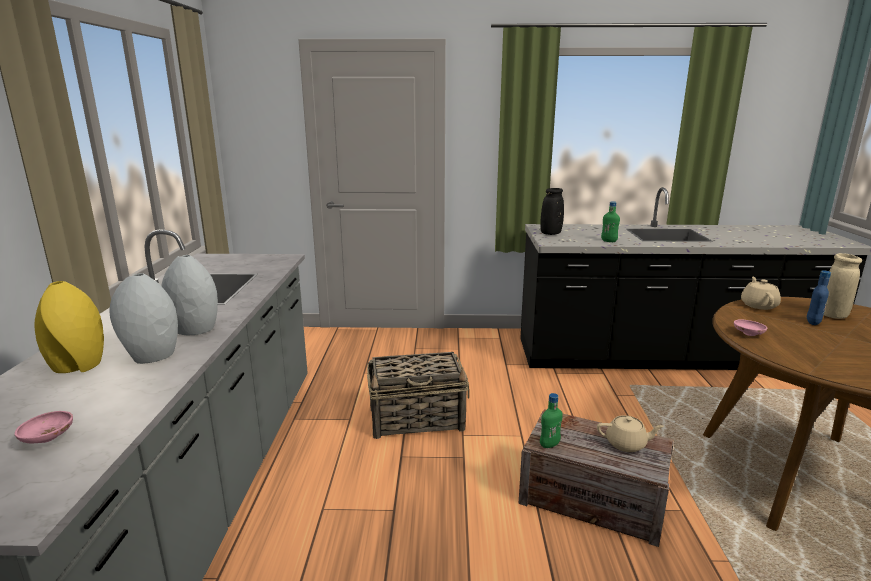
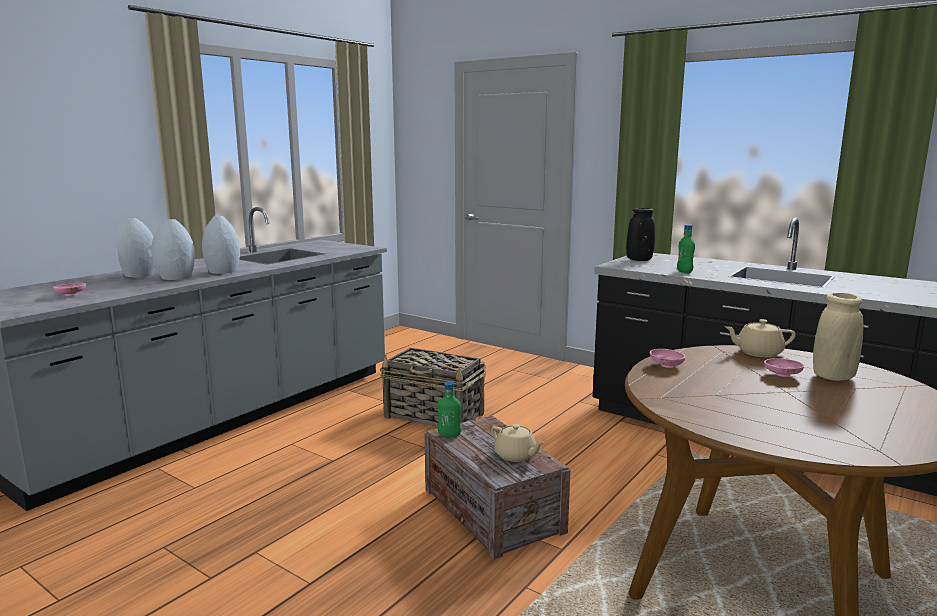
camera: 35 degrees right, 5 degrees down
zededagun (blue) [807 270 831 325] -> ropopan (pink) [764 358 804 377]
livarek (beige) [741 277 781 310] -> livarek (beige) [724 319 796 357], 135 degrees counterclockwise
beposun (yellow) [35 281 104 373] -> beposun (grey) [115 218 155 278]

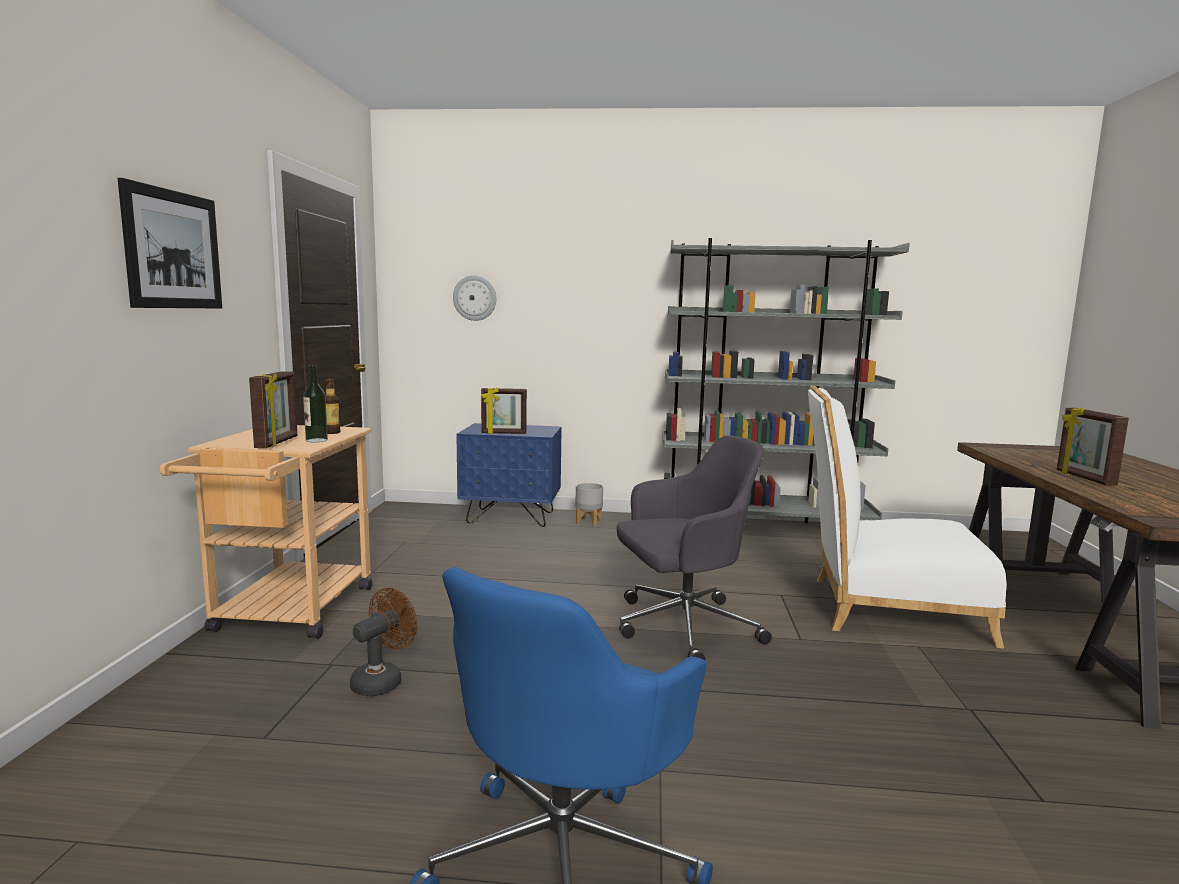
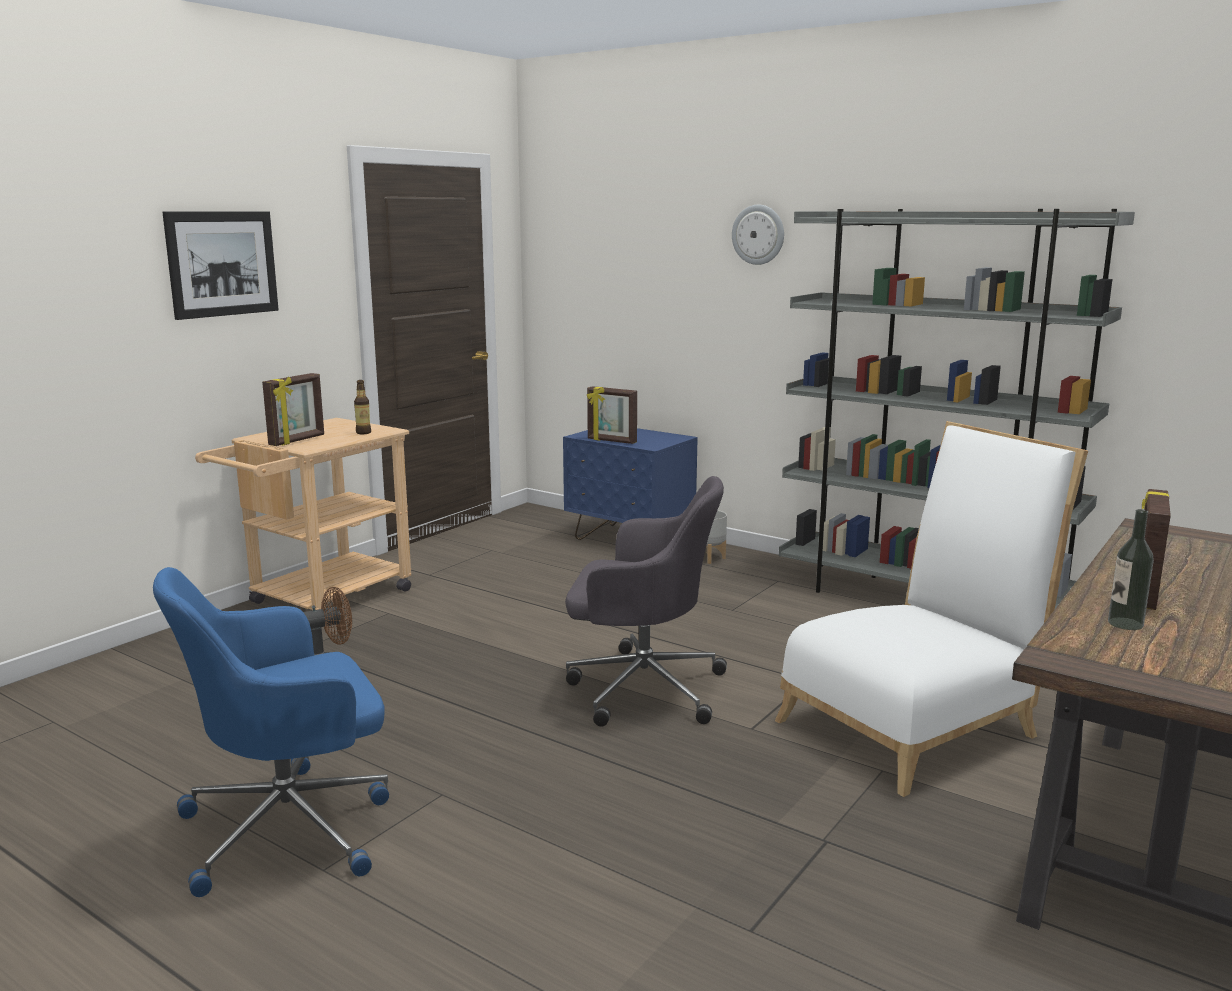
camera: 30 degrees right, 5 degrees up
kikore [453 275 496 321] -> kikore [732 205 784 265], shifted
zededagun [303 365 328 442] -> zededagun [1108 509 1154 630], shifted
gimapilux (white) [808 385 1006 648] -> gimapilux (white) [775 421 1088 797], 105 degrees clockwise

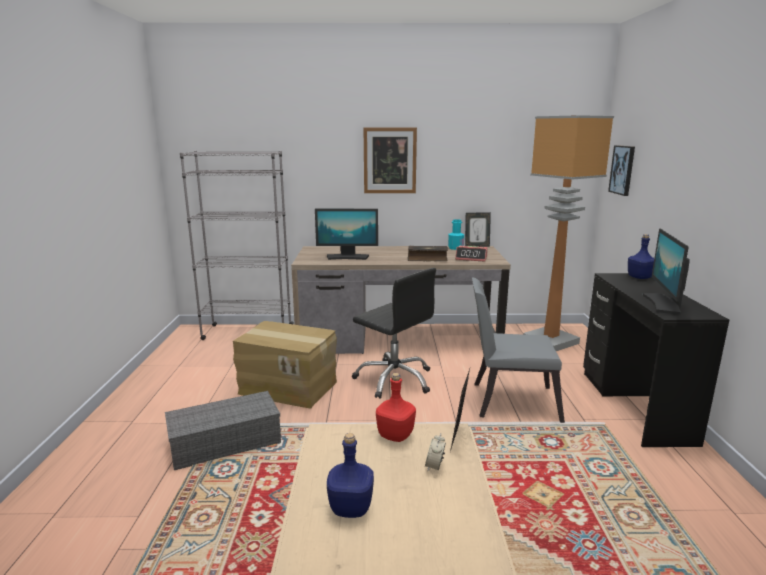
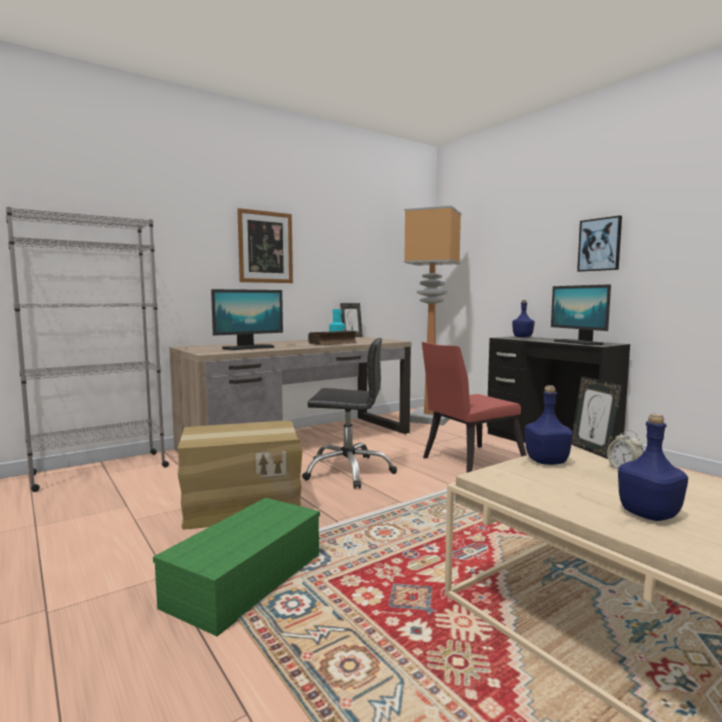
camera: 35 degrees left, 10 degrees down
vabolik [608 145 635 196] -> vabolik [577 216 622 272], shifted
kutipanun [455 246 488 262] -> none
gimapilux (grey) [472 278 565 423] -> gimapilux (red) [422 342 527 473]
zededagun (red) [376 373 416 442] -> zededagun (blue) [525 385 573 465]
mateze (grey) [165 391 281 470] -> mateze (green) [153 498 320 636]

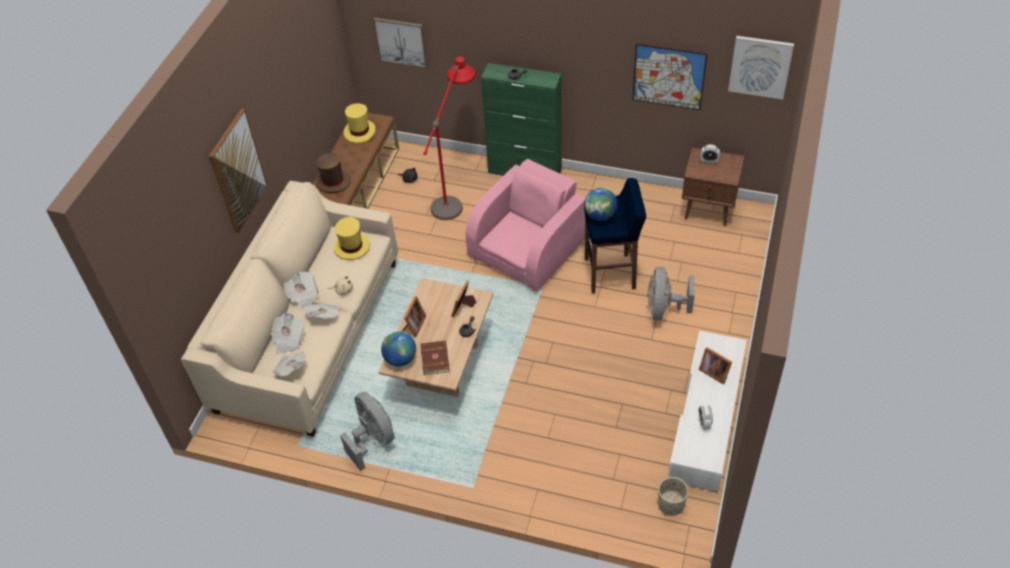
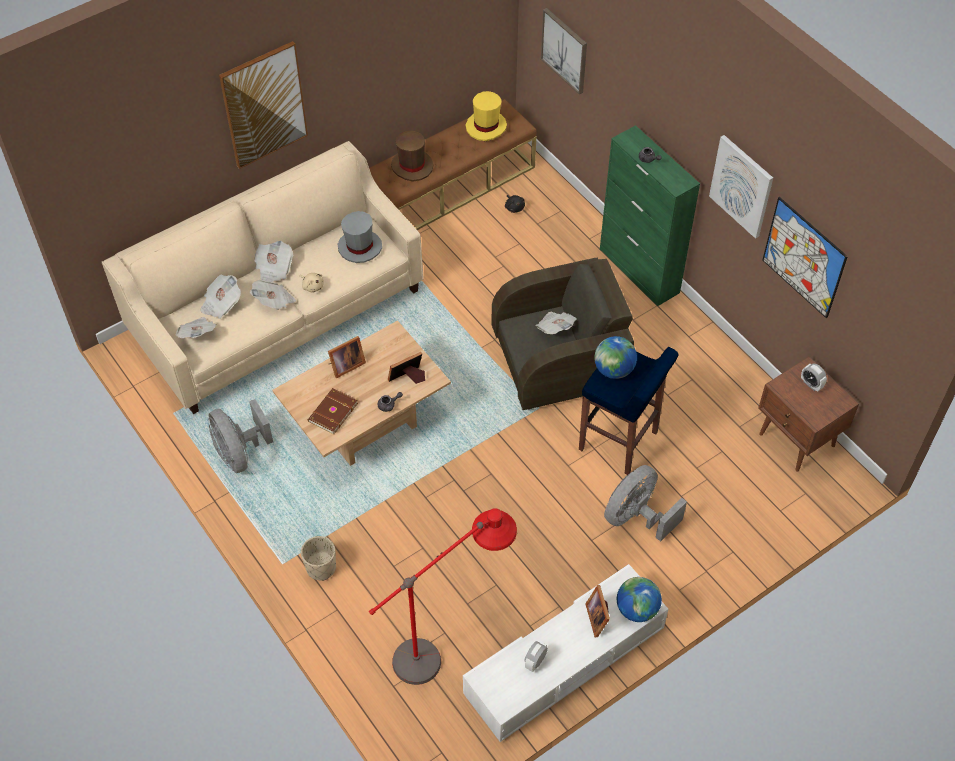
camera: 35 degrees right, 5 degrees up
vabolik [728 36 794 99] -> vabolik [709 135 773 239], shifted
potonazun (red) [423 56 476 220] -> potonazun (red) [369 508 517 685], shifted
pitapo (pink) [465 159 586 291] -> pitapo (brown) [492 257 634 410]
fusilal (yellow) [334 217 370 260] -> fusilal (grey) [338 211 382 263]
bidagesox [381 331 416 367] -> bidagesox [617 577 662 622], shifted
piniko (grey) [340 392 395 471] -> piniko (grey) [208 399 273 473], 150 degrees clockwise
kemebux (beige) [658 477 688 516] -> kemebux (beige) [301 536 336 581], shifted
none -> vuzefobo [535 312 577 334]

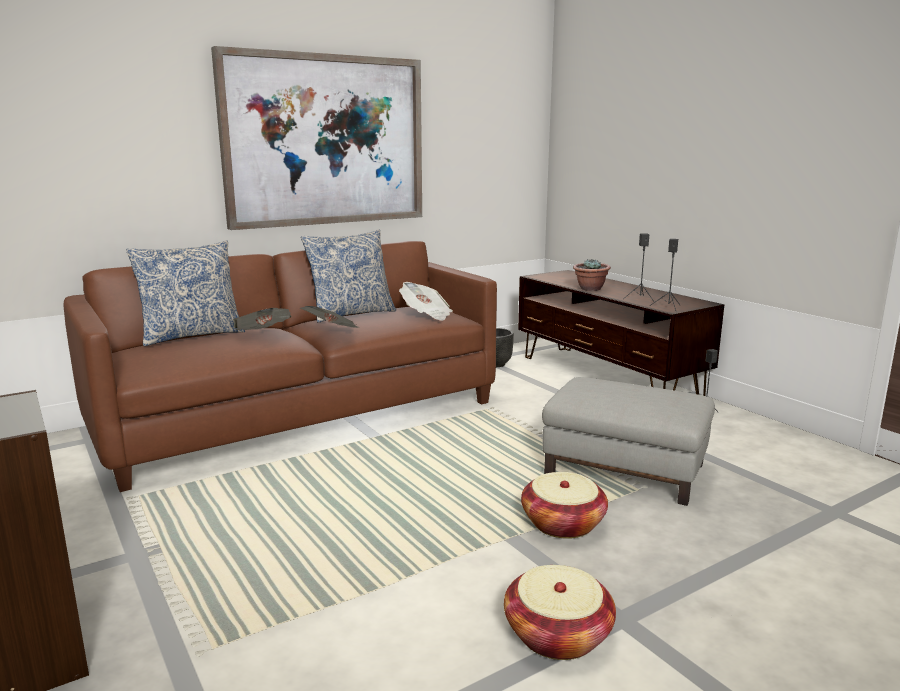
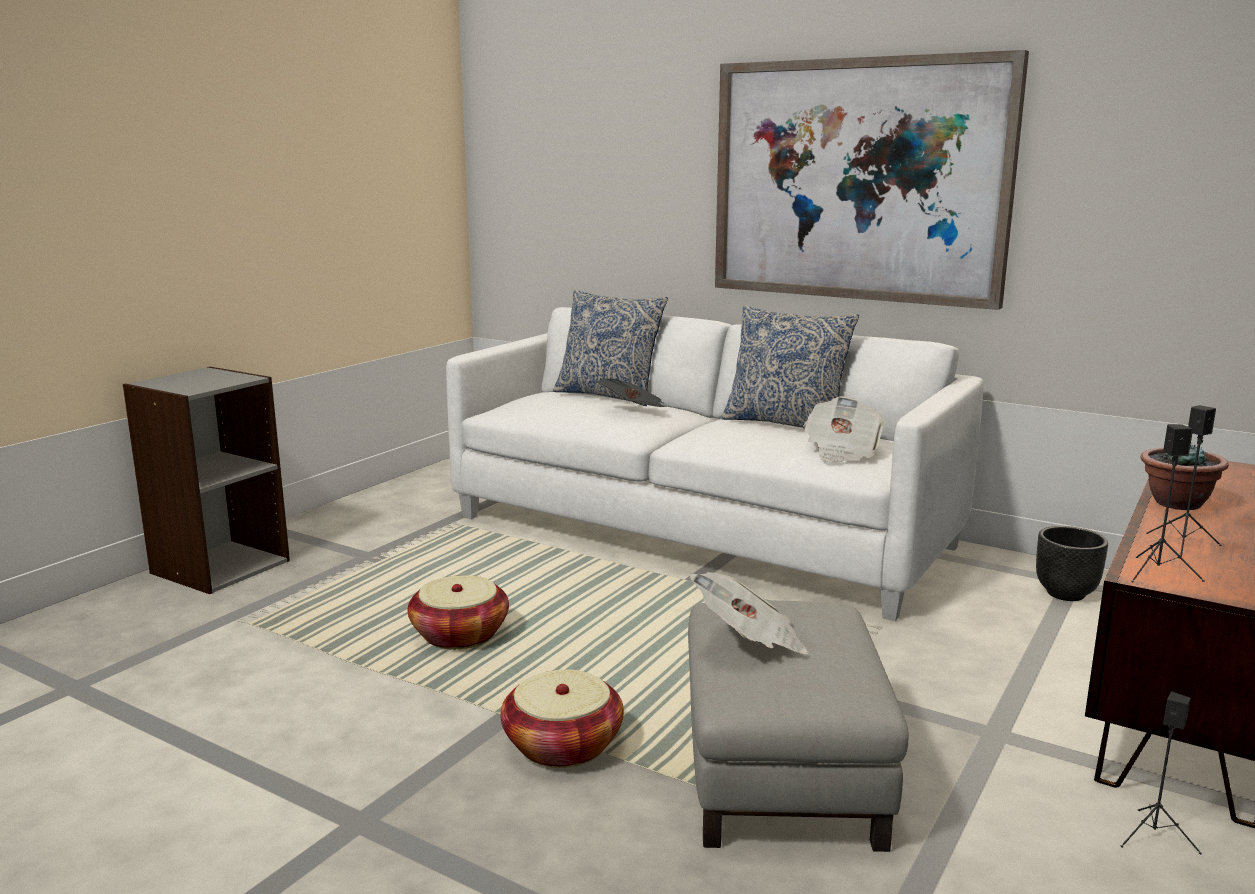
camera: 65 degrees right, 0 degrees up
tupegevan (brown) [63 241 497 492] -> tupegevan (white) [446 307 984 621]
vuzefobo [300 306 358 328] -> vuzefobo [690 572 809 654], shifted
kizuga [504 565 616 660] -> kizuga [408 575 509 650], shifted

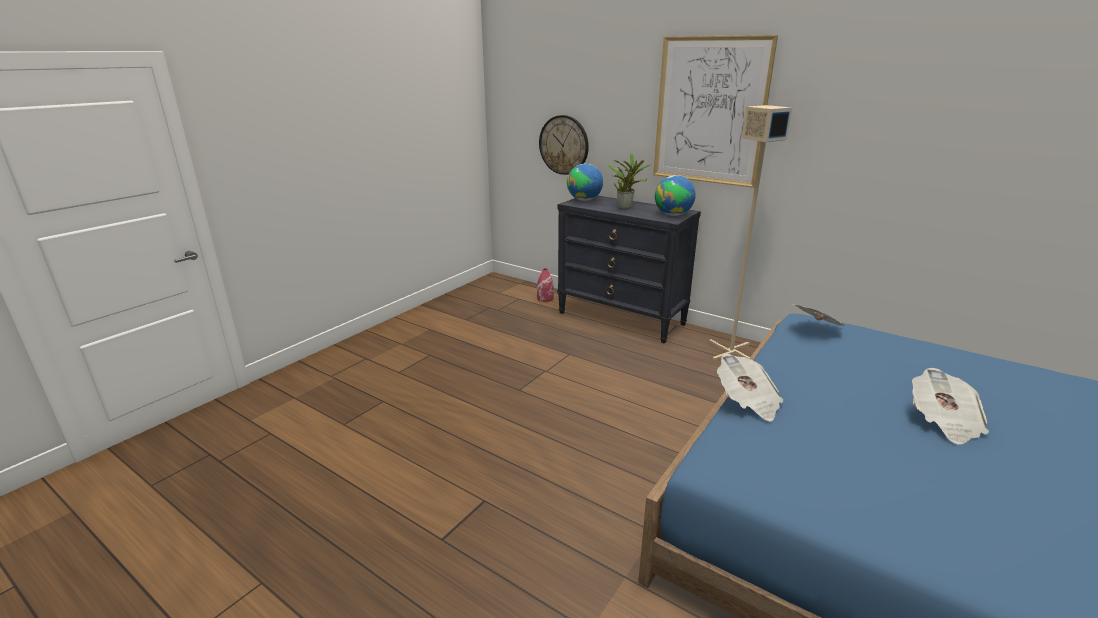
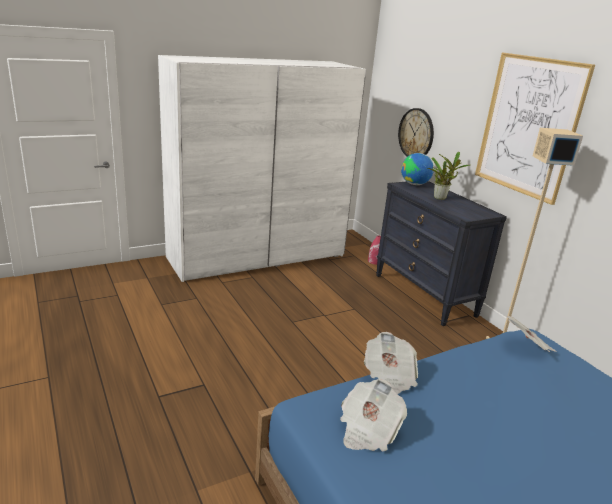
camera: 25 degrees right, 0 degrees up
bidagesox [655 175 696 216] -> none
vuzefobo [912 368 989 445] -> vuzefobo [340 379 407 452], shifted
none -> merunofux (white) [158 55 366 282]

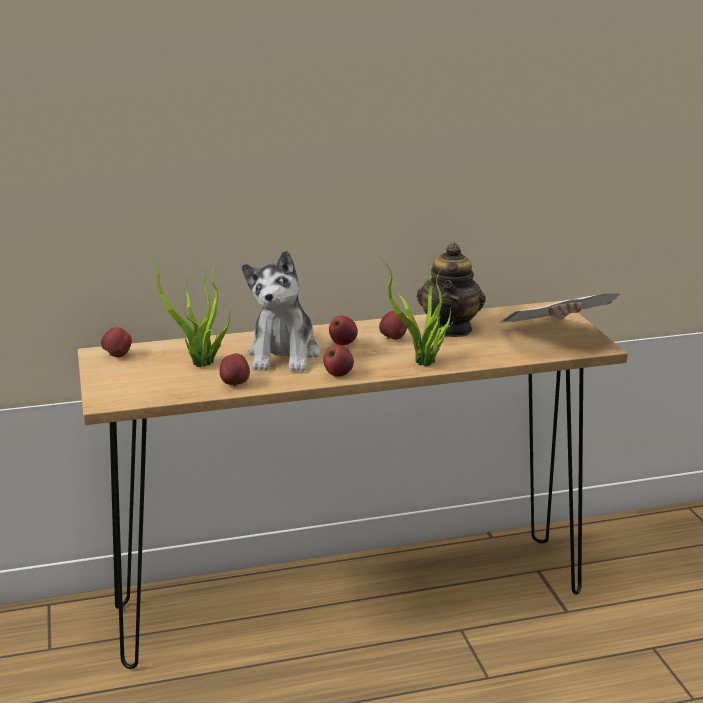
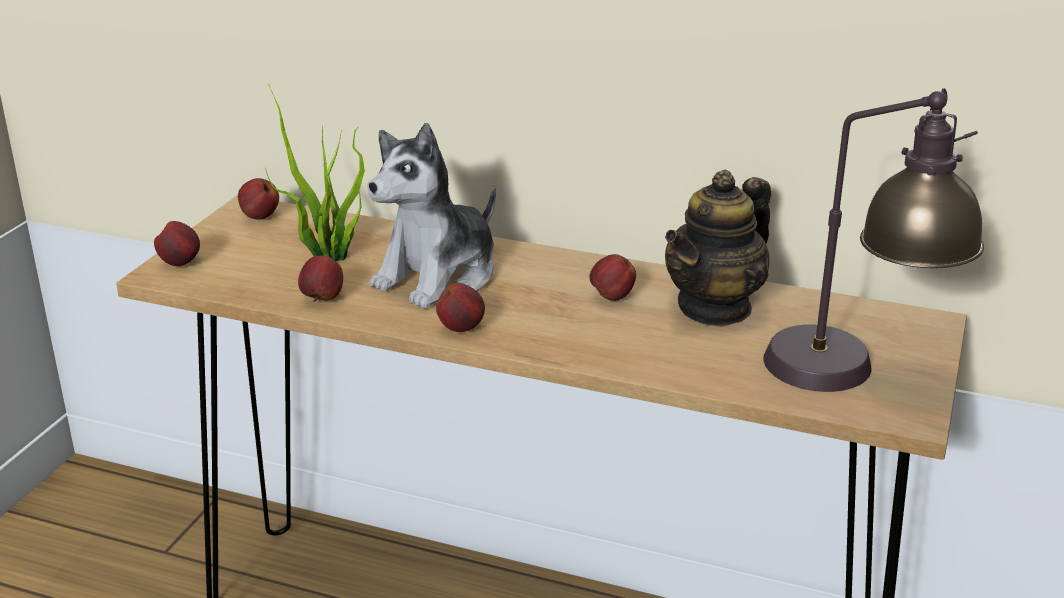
camera: 35 degrees right, 5 degrees up
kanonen [380 257 454 366] -> none
vuzefobo [502 293 620 323] -> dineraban [763 88 984 392]
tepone [329 315 358 345] -> tepone [154 221 200 266], shifted

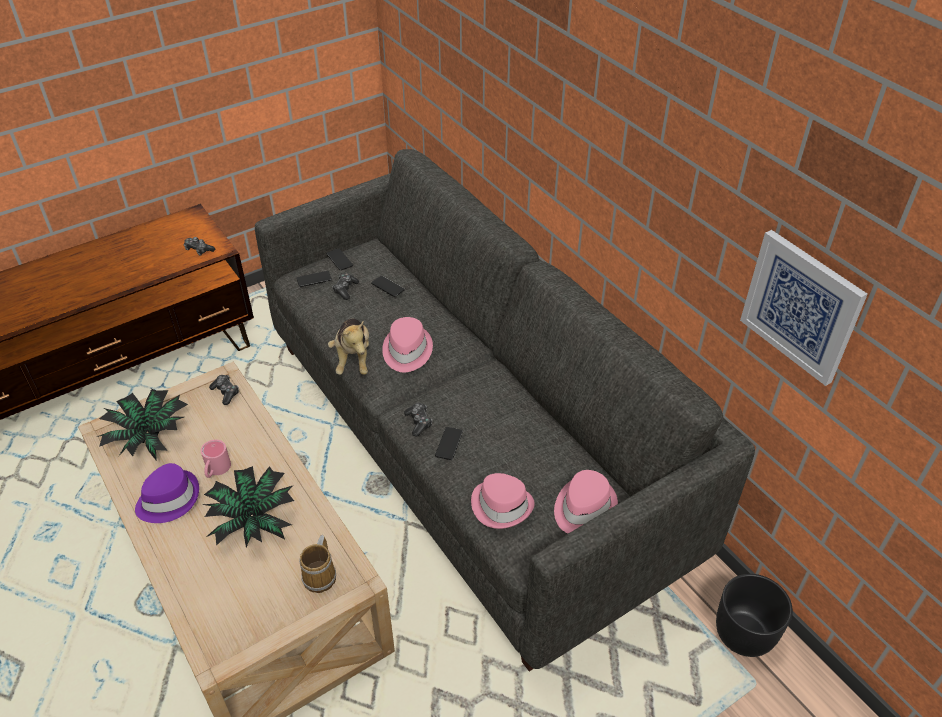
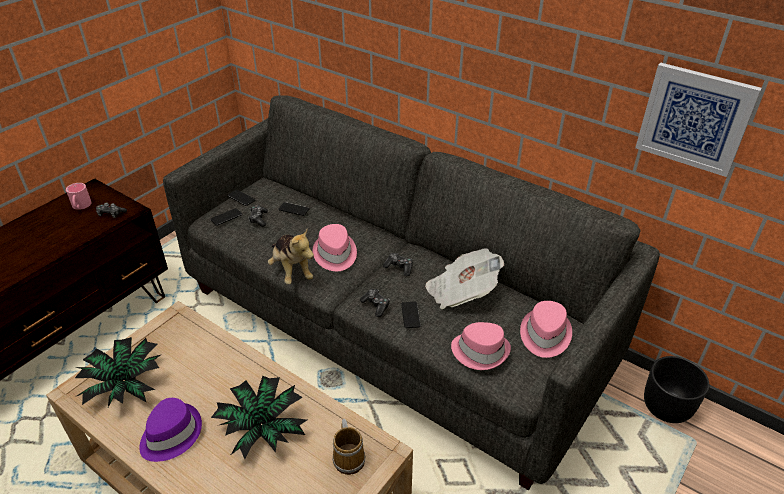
camera: 20 degrees left, 5 degrees down
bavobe [209 375 239 405] -> bavobe [383 253 413 276], shifted
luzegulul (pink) [201 440 231 478] -> luzegulul (pink) [66 183 92 210], shifted
none -> vuzefobo [425 248 504 309]

